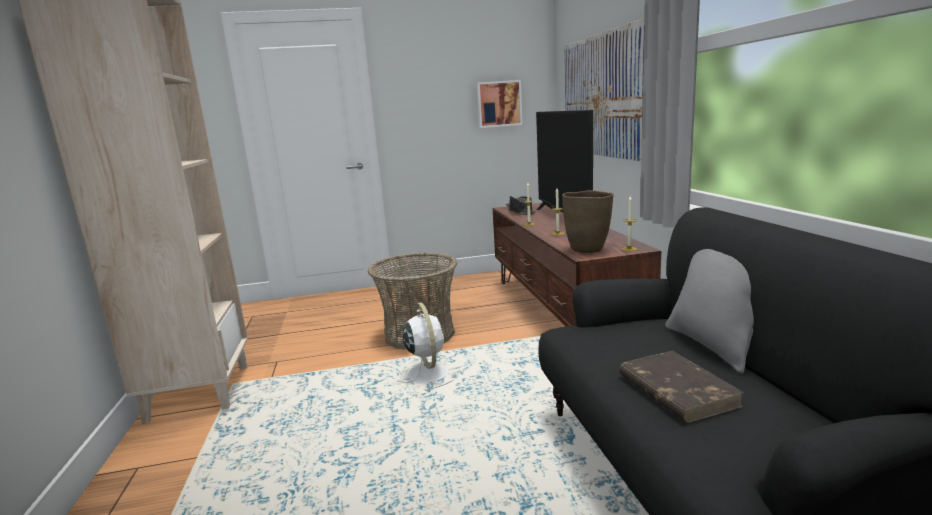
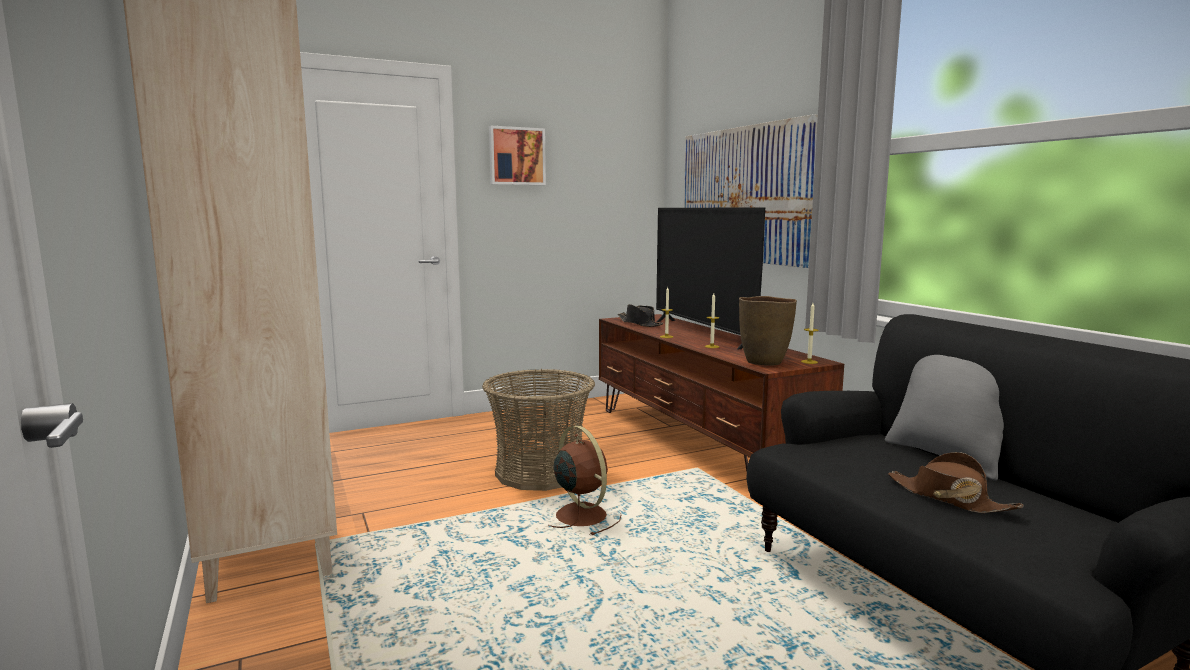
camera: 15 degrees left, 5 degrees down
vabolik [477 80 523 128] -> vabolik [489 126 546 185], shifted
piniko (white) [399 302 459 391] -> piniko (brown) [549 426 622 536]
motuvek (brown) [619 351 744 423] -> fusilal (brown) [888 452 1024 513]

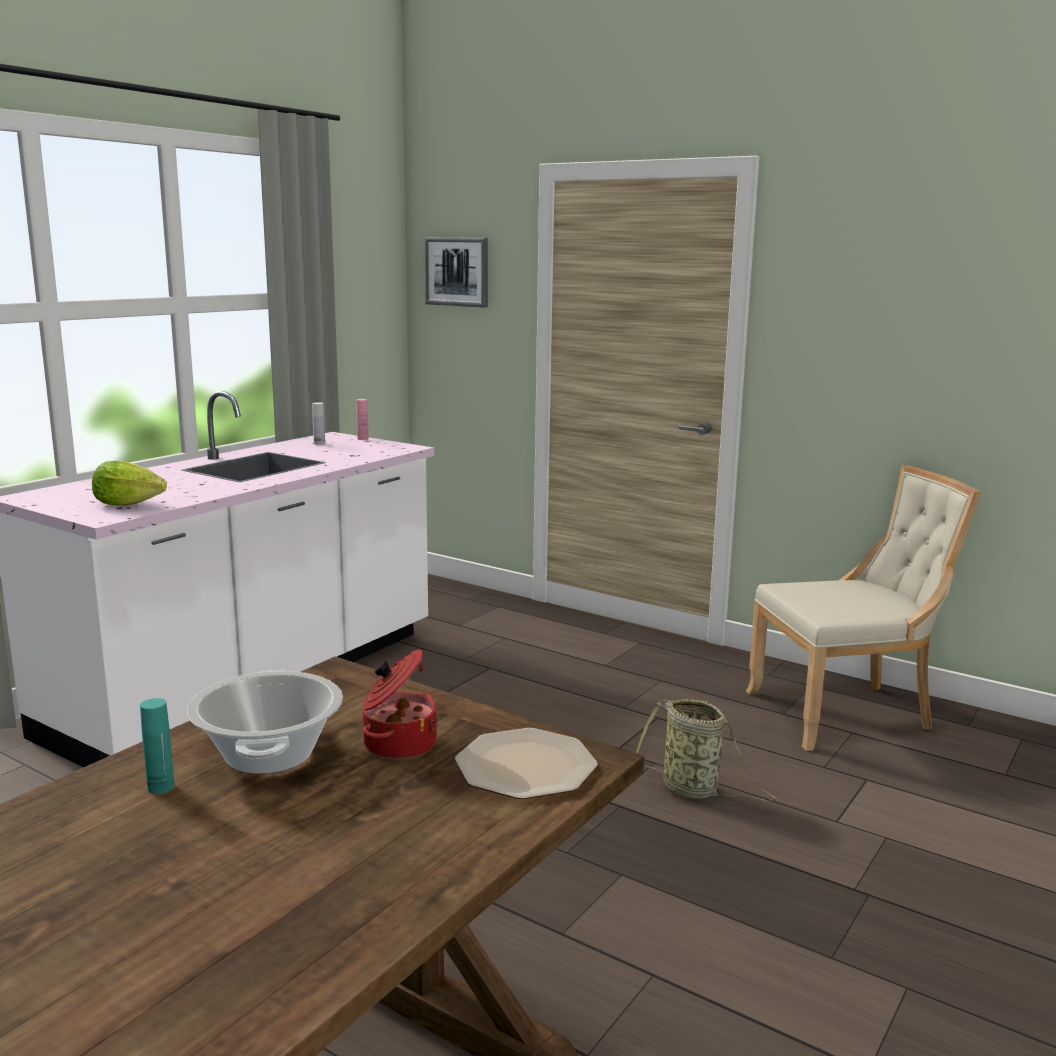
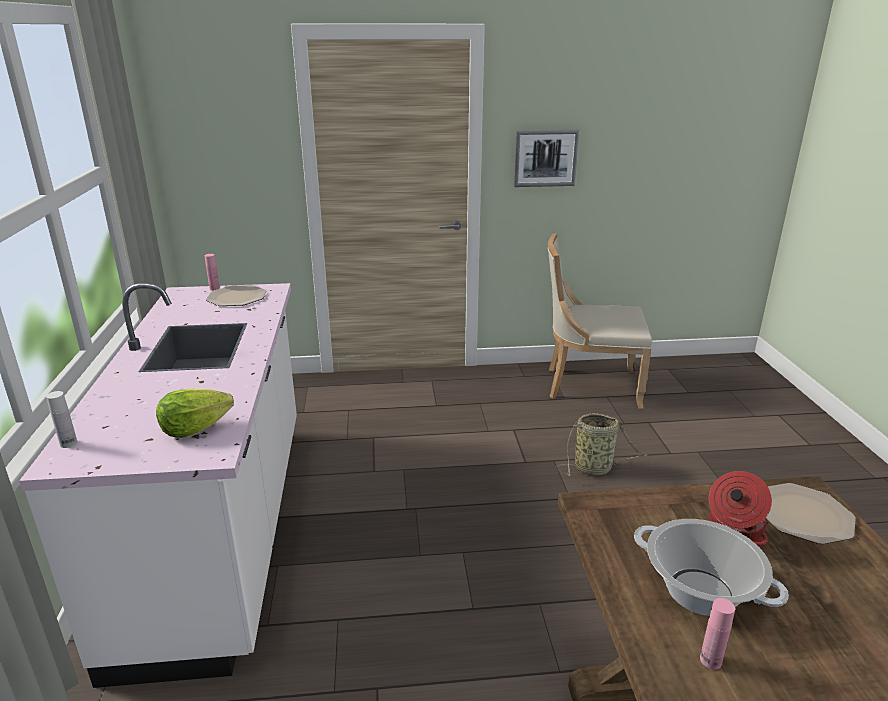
camera: 40 degrees left, 10 degrees up
vabolik [424 237 488 308] -> vabolik [514 130 580 187], shifted
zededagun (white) [312 402 325 445] -> zededagun (white) [46 391 77 448], shifted
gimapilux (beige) [746 465 981 751] -> gimapilux (beige) [548 233 652 409], 120 degrees counterclockwise
zededagun (turquoise) [140 698 174 794] -> zededagun (pink) [700 598 735 670]
none -> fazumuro [206 285 266 306]

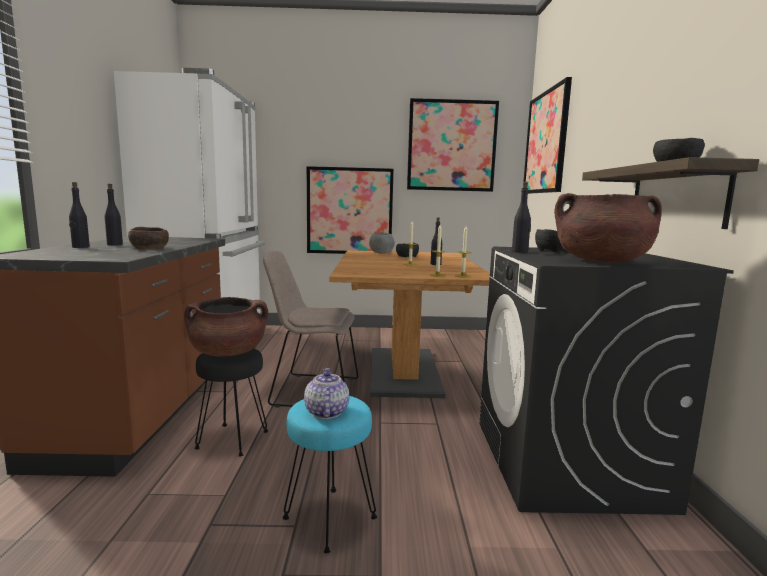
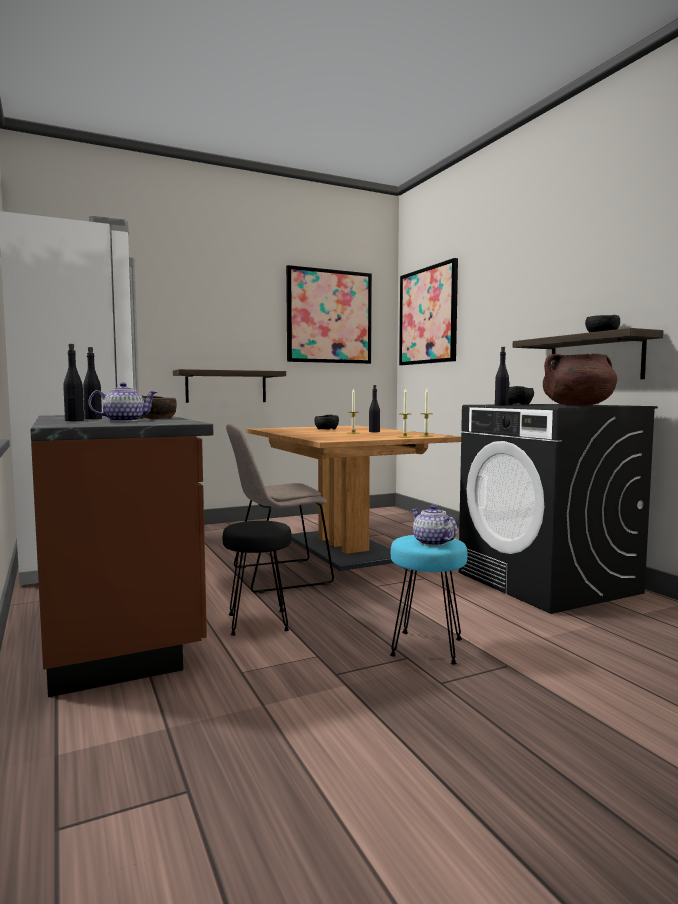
camera: 25 degrees left, 5 degrees down
vabolik [307 166 394 254] -> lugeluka [173 369 286 403]
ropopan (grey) [369 233 395 254] -> none
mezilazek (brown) [184 297 268 357] -> none
none -> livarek [88 382 158 422]

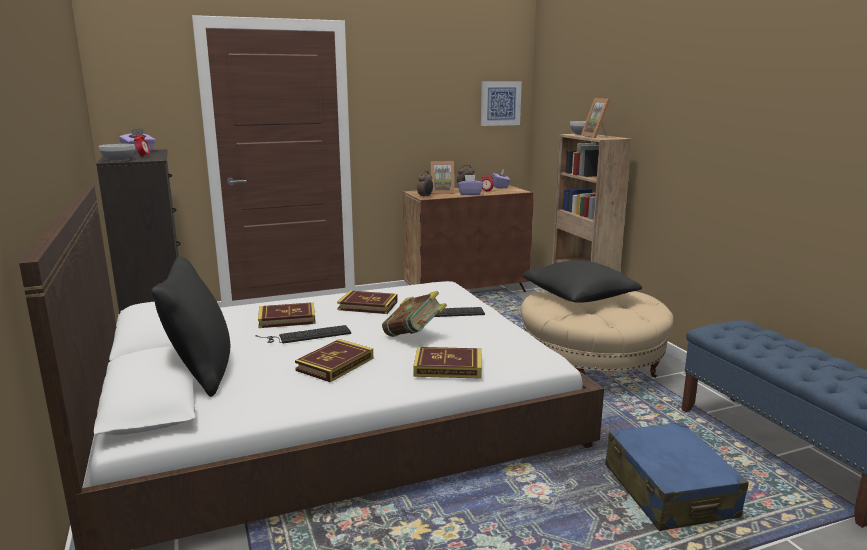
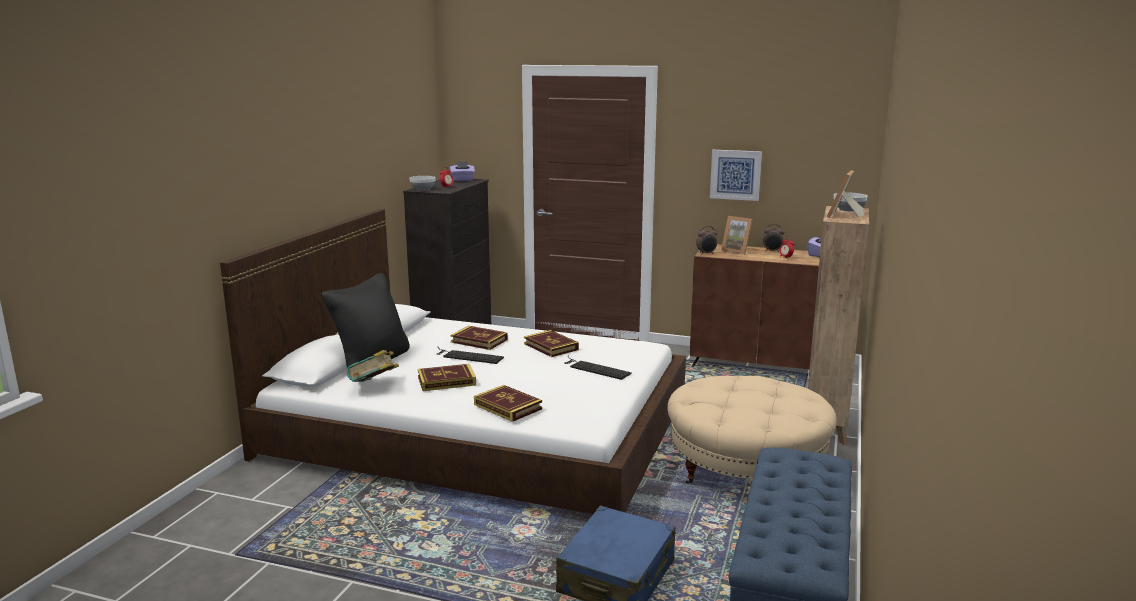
camera: 40 degrees right, 0 degrees up
vabolik [481 81 522 126] -> vabolik [710 150 762 201], shifted
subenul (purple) [458 175 483 195] -> none
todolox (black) [523 260 642 303] -> none
motuvek [382 291 447 337] -> motuvek [347 350 399 382], shifted

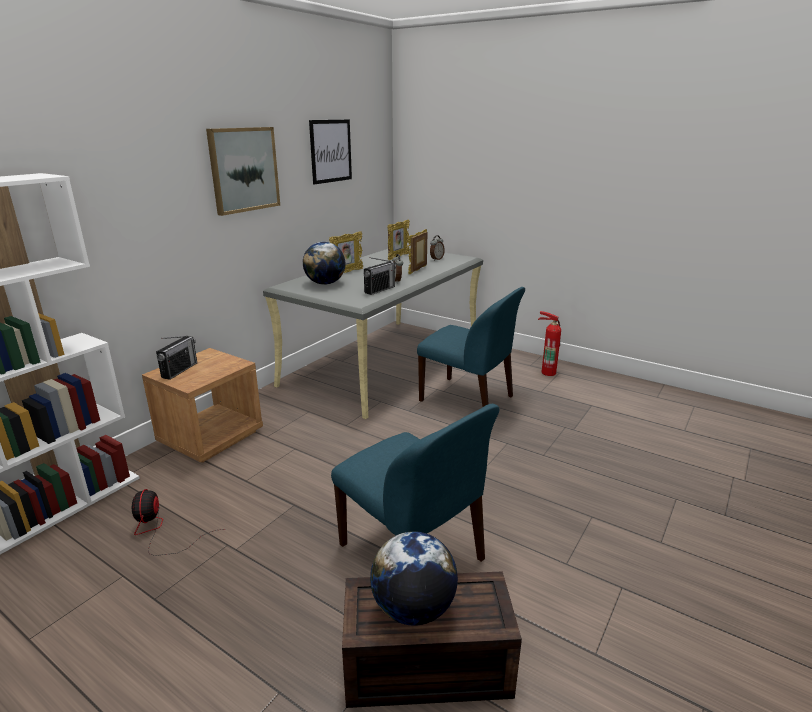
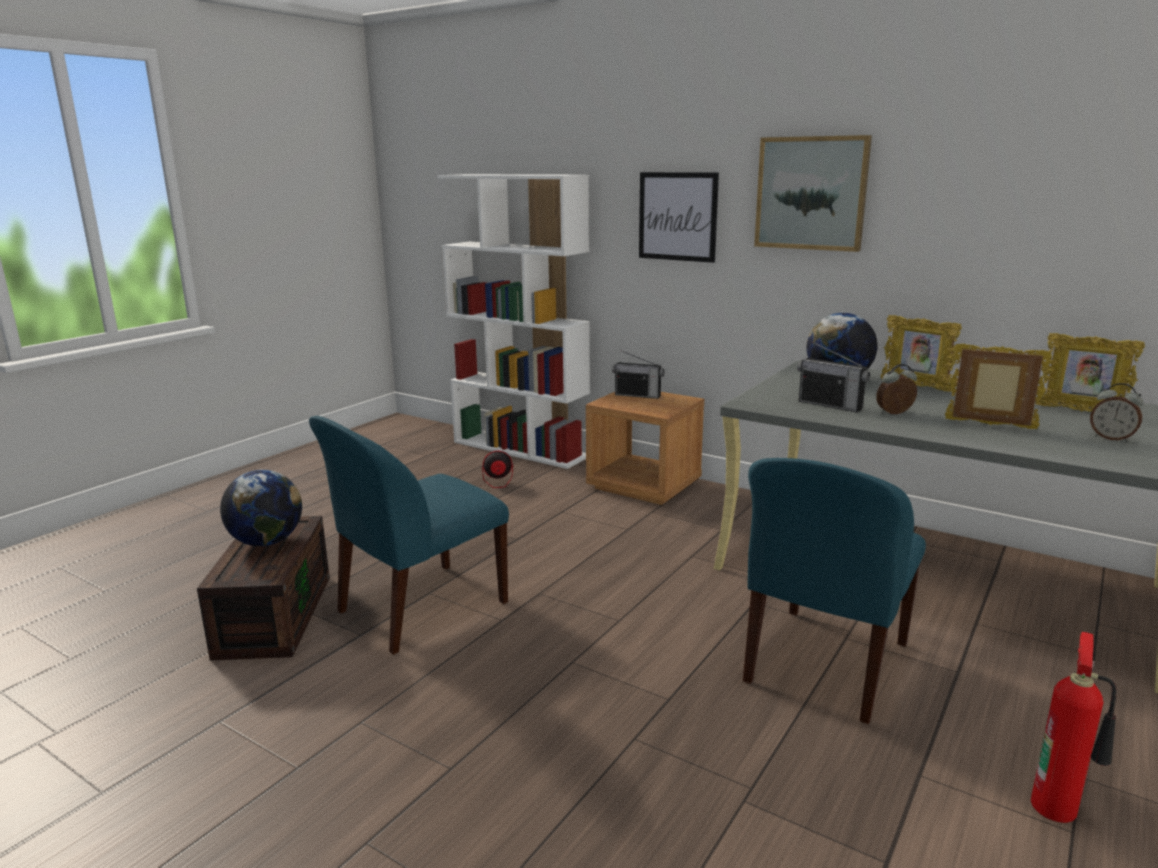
camera: 90 degrees right, 5 degrees down
vabolik [309 120 352 185] -> vabolik [639 172 719 263], shifted

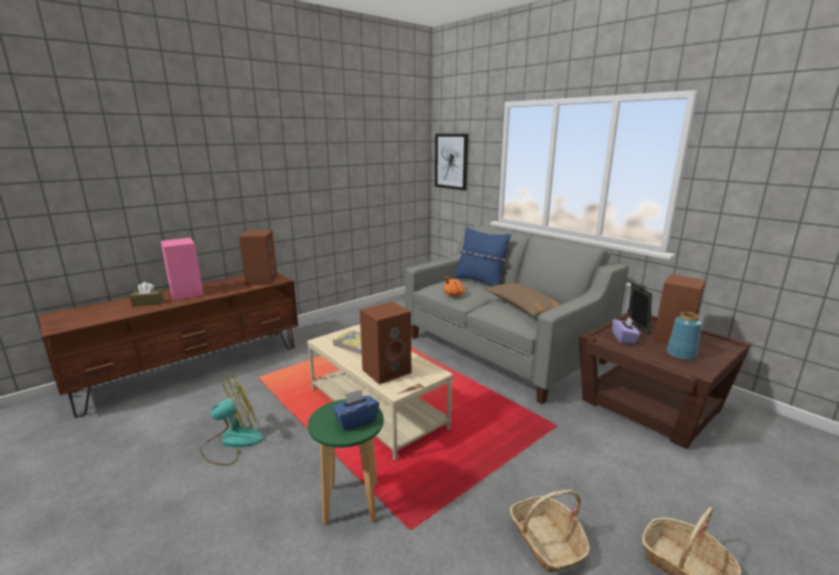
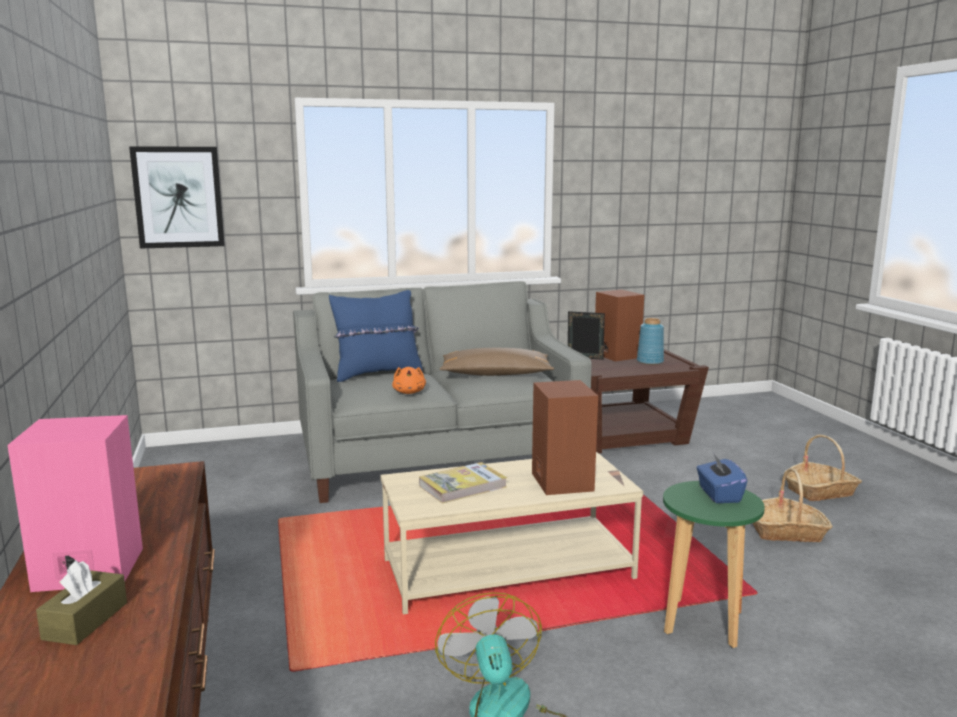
camera: 65 degrees left, 5 degrees down
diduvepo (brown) [239 230 278 286] -> none
subenul (purple) [612 317 640 344] -> none

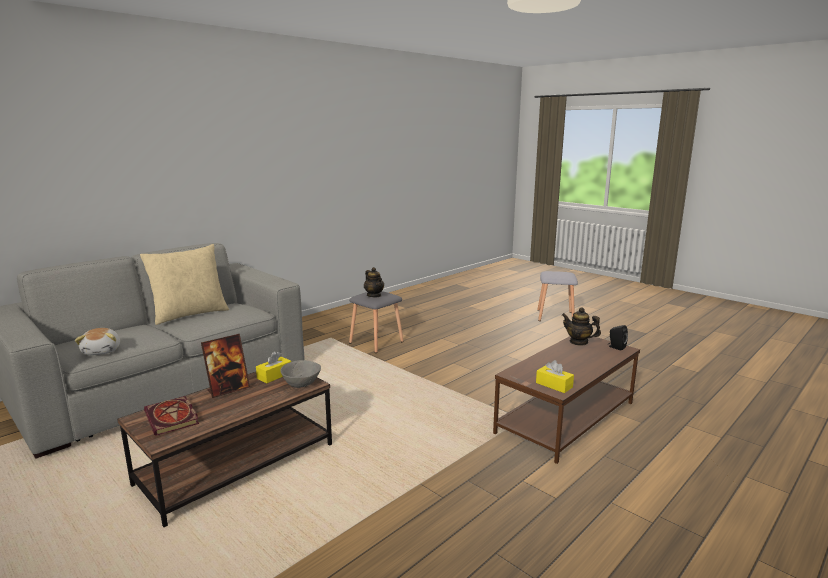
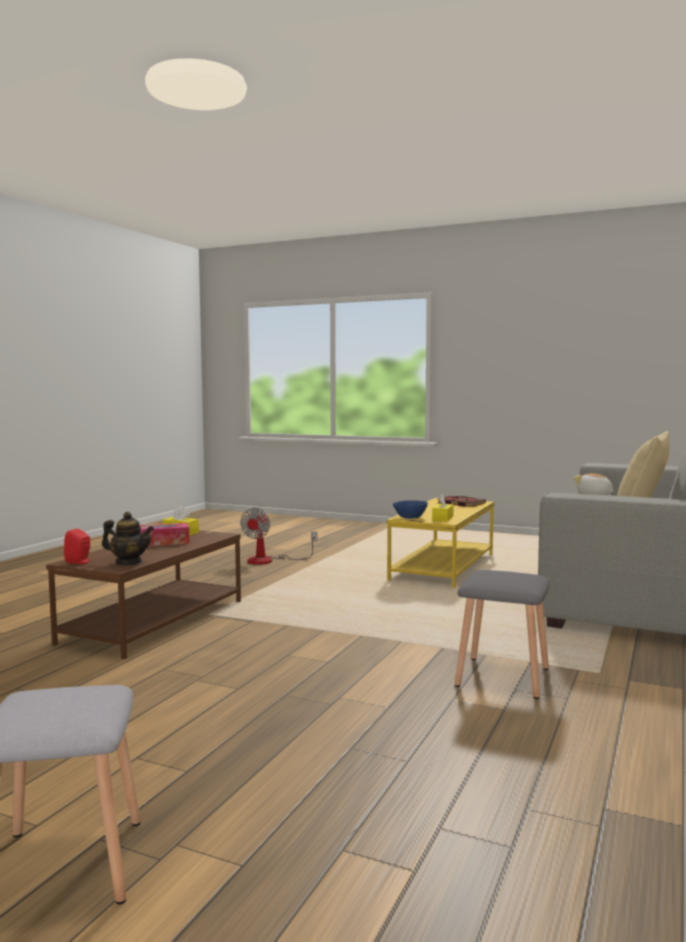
camera: 160 degrees right, 10 degrees down
livarek [364 267 384 297] -> none
diduvepo (black) [608 325 628 351] -> diduvepo (red) [64 528 90 564]
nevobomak [201 334 250 398] -> none
ropopan (grey) [280 360 321 388] -> ropopan (blue) [393 500 428 519]
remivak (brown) [117 372 332 527] -> remivak (yellow) [387 498 494 588]
none -> piniko [240 508 317 565]
none -> subenul [140 523 190 546]

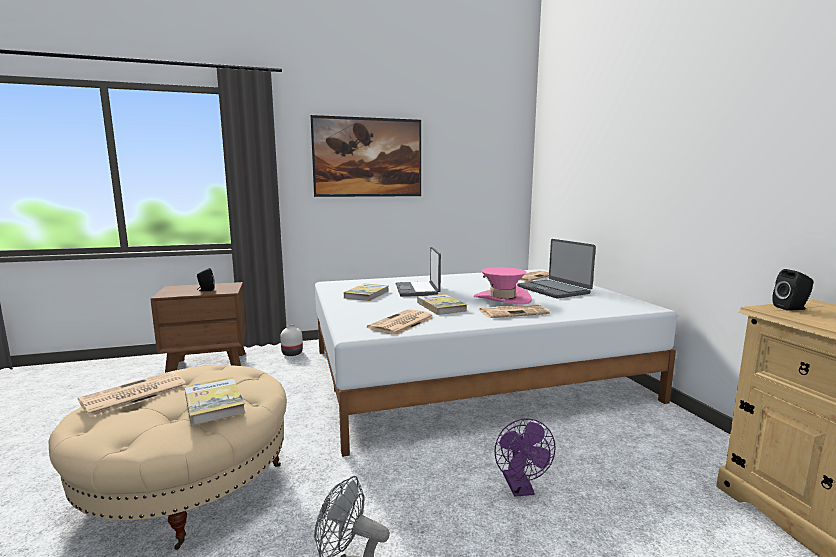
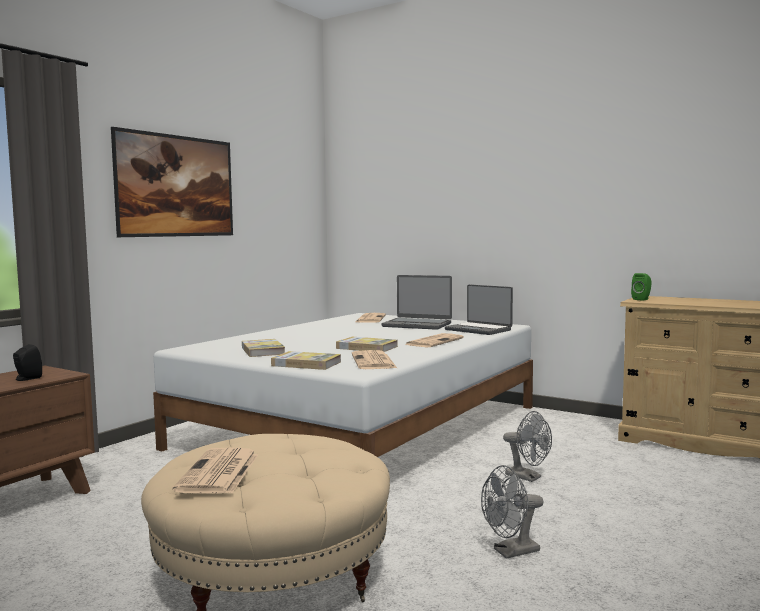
camera: 40 degrees left, 5 degrees down
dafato [396 247 441 297] -> dafato [445 285 513 335], shifted
fusilal (pink) [474 267 532 305] -> none
diduvepo (black) [773 269 813 311] -> diduvepo (green) [631 273 652 301]
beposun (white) [280 325 303 356] -> none
motuvek [185 377 246 426] -> motuvek [271 351 341 370], shifted
piniko (purple) [494 418 556 497] -> piniko (grey) [503 411 552 482]

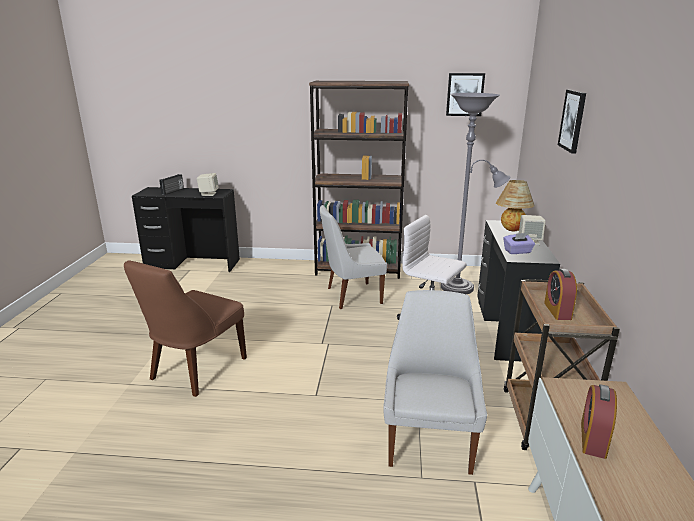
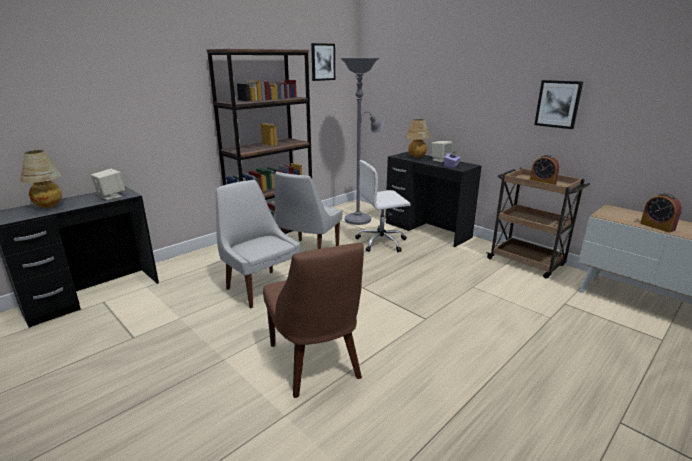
camera: 50 degrees left, 0 degrees up
vabolik [558 89 586 154] -> vabolik [534 80 583 129], shifted
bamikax [159 174 184 195] -> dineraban [20 150 62 208]
gimapilux (white) [383 290 487 475] -> gimapilux (white) [216 180 300 308], shifted

